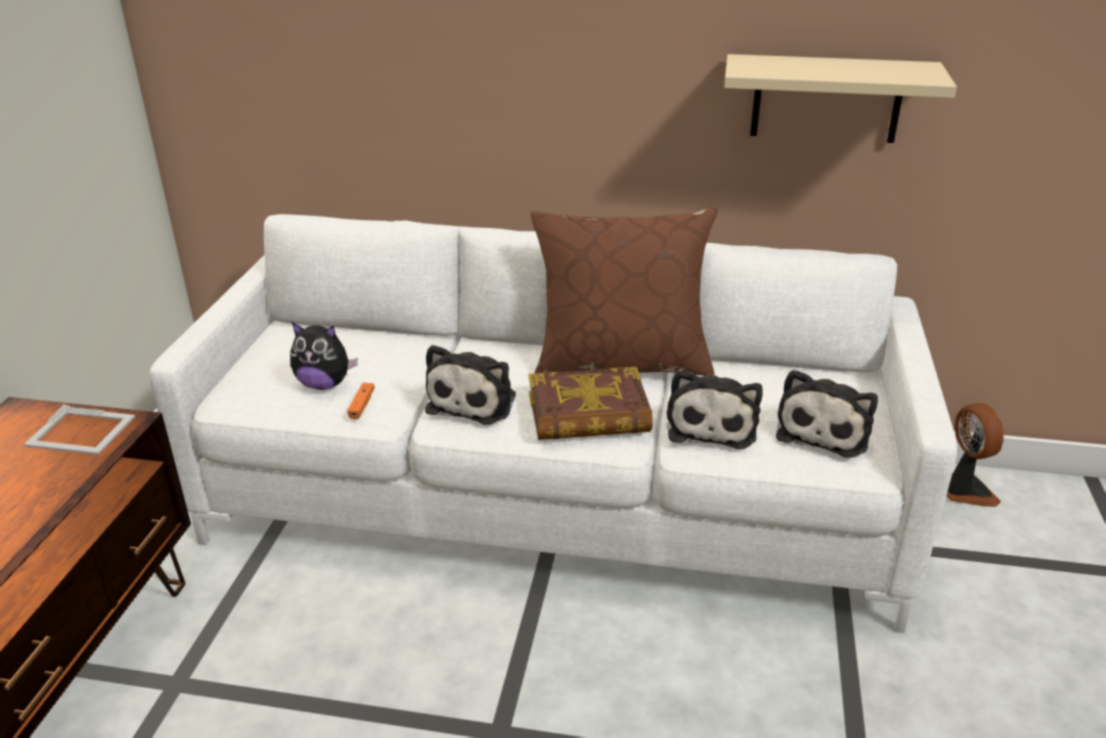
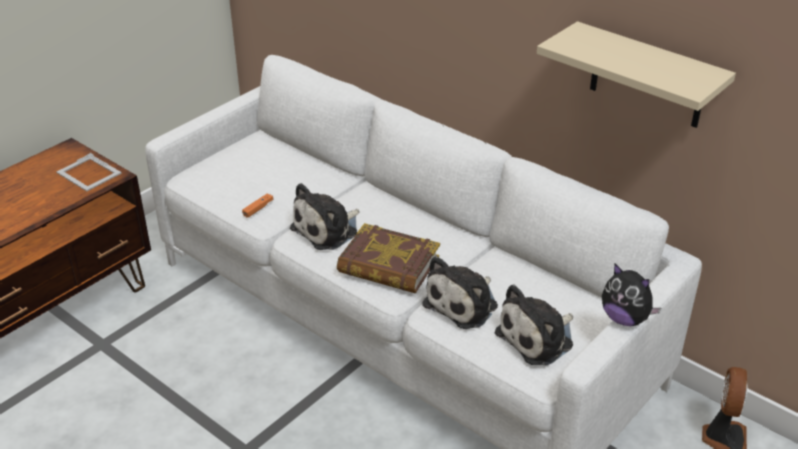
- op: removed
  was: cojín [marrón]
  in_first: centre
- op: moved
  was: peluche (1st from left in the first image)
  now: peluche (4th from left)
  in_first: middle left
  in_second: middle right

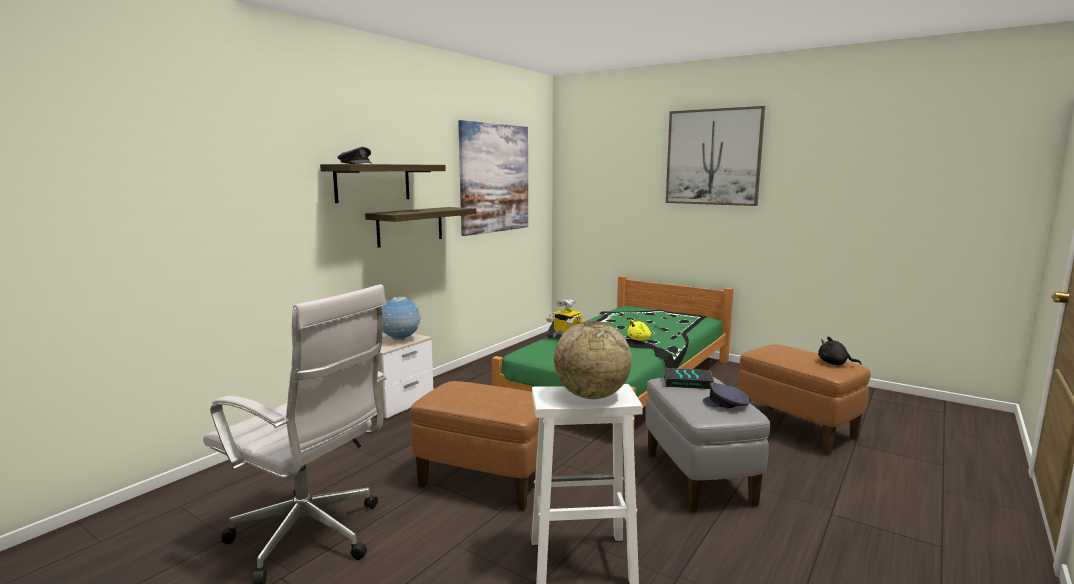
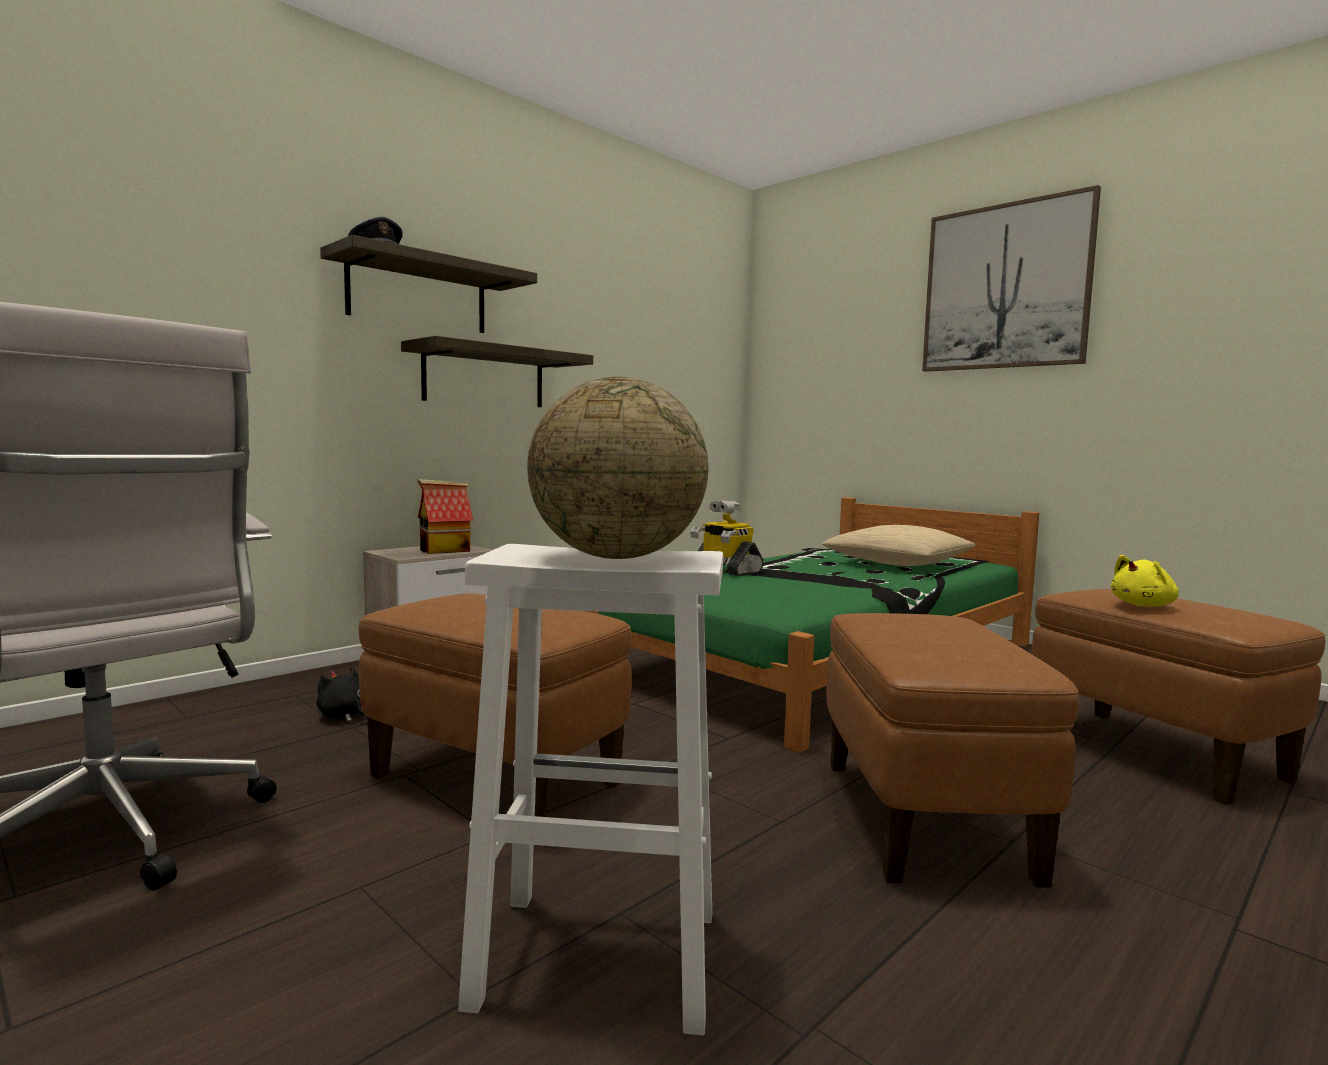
- op: removed
  was: cuadro (1st from left)
  in_first: top centre
- op: removed
  was: libro
  in_first: centre
- op: removed
  was: gorra [gris] (2nd from left)
  in_first: bottom right
- op: added
  now: cojín [beis]
  in_second: middle right
- op: moved
  was: peluche [amarillo]
  in_first: centre
  in_second: middle right
- op: moved
  was: peluche [negro]
  in_first: middle right
  in_second: middle left
- op: replaced
  was: globo terráqueo (1st from left)
  now: casita
  in_first: centre
  in_second: centre
- op: recoloured
  was: puf [gris]
  now: puf [marrón] (2nd from left)
  in_first: bottom centre
  in_second: bottom right

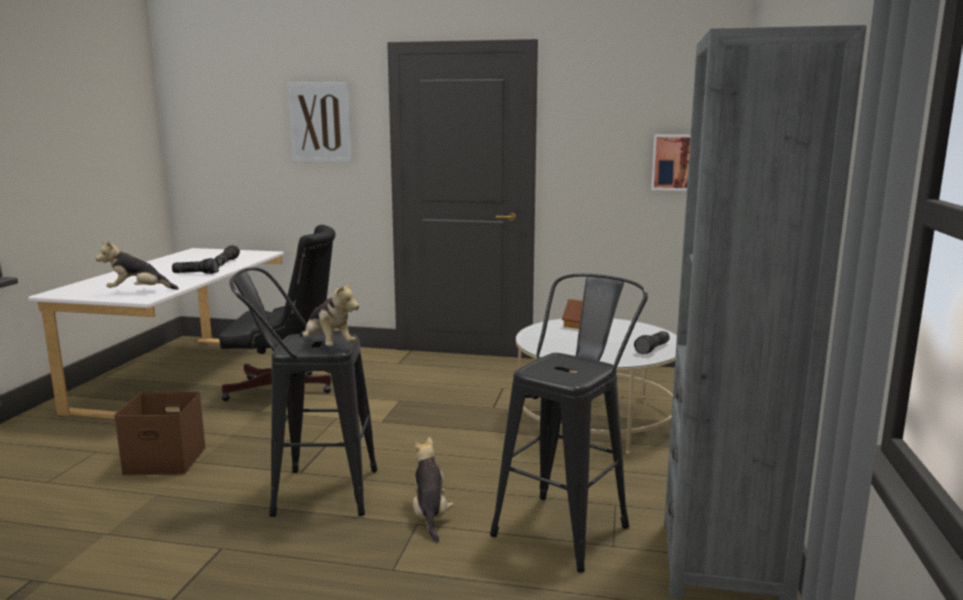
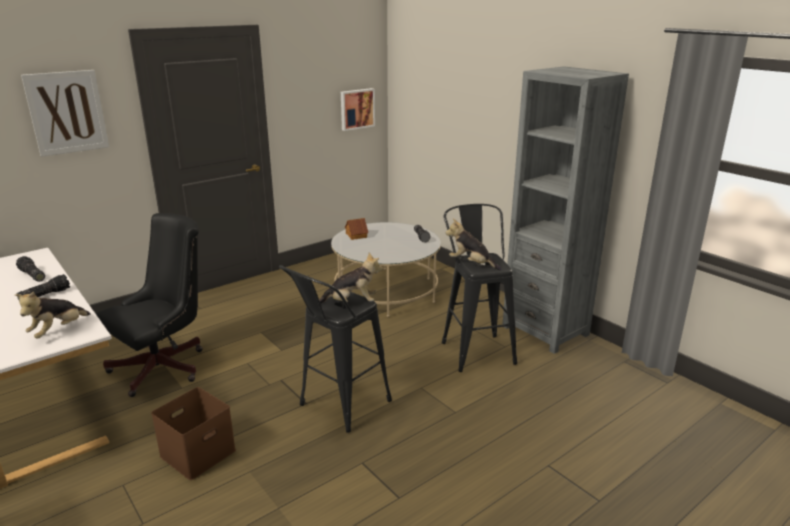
- op: moved
  was: peluche (3rd from left)
  in_first: bottom centre
  in_second: centre

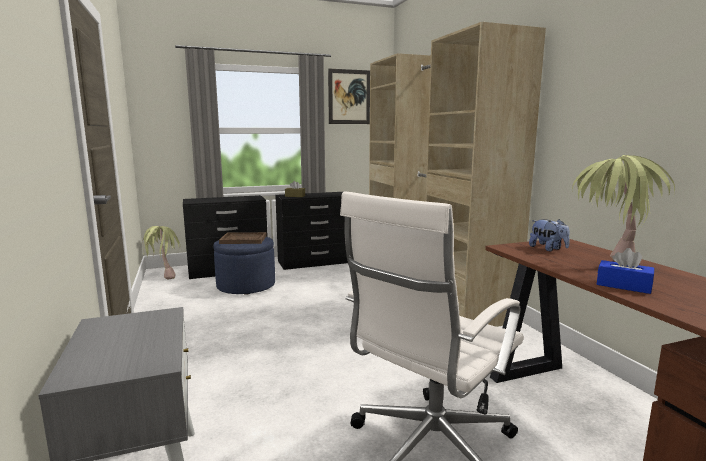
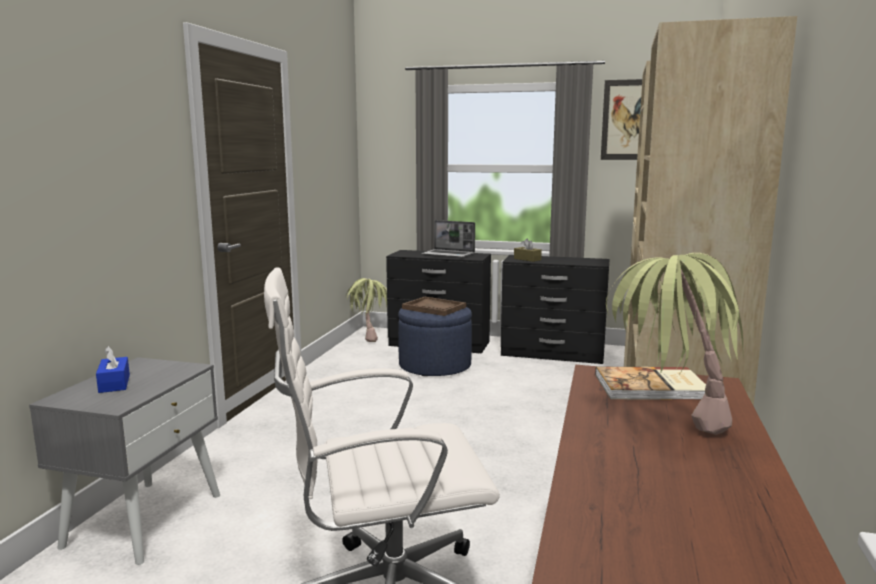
- op: added
  now: portátil
  in_second: centre
- op: moved
  was: caja de pañuelos [azul]
  in_first: middle right
  in_second: middle left
- op: replaced
  was: peluche
  now: libro
  in_first: middle right
  in_second: middle right

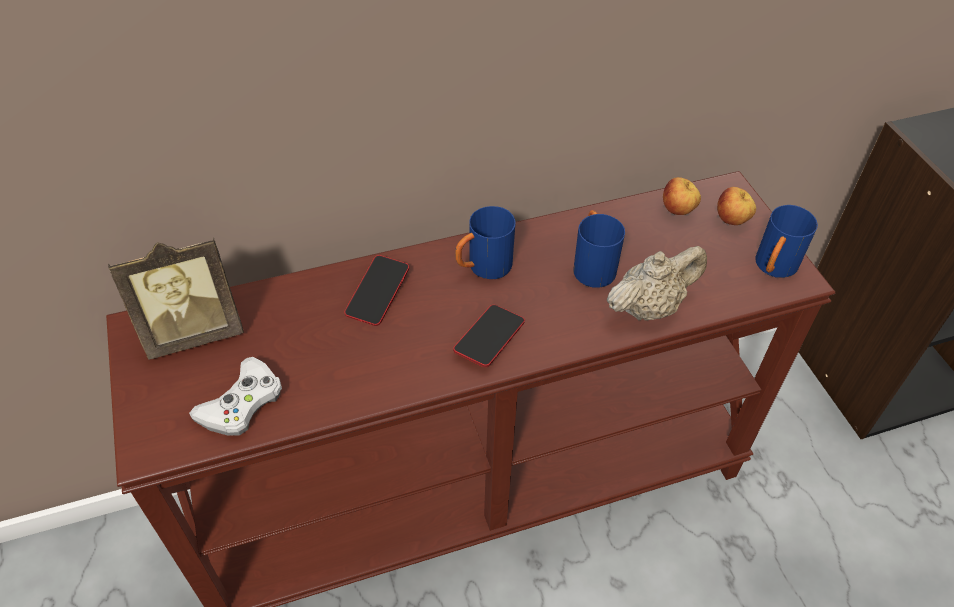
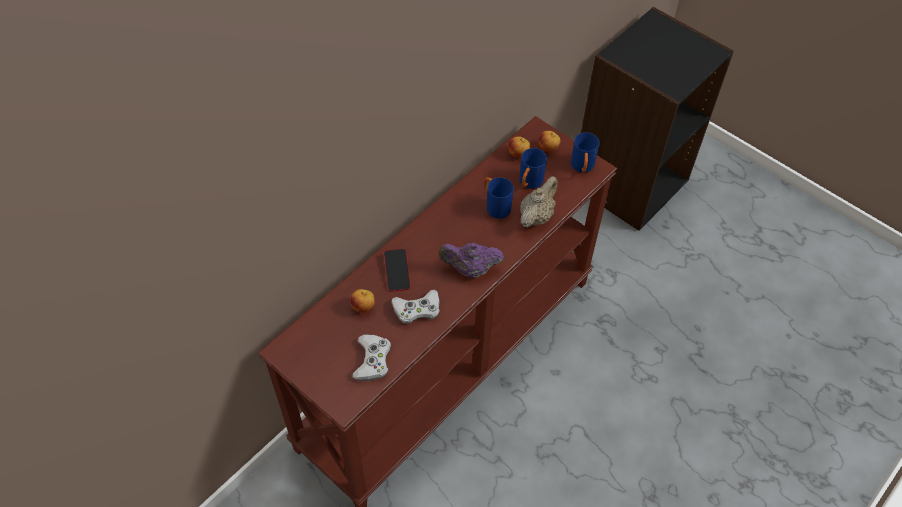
- op: removed
  was: portarretratos
  in_first: middle left
- op: added
  now: manzana (1st from left)
  in_second: centre
- op: added
  now: mando de consola [blanco] (2nd from left)
  in_second: centre
- op: moved
  was: taza grande [azul] (1st from left in the first image)
  now: taza grande [azul] (2nd from left)
  in_first: centre
  in_second: top centre
- op: replaced
  was: móvil (2nd from left)
  now: tetera [morado]
  in_first: centre
  in_second: centre

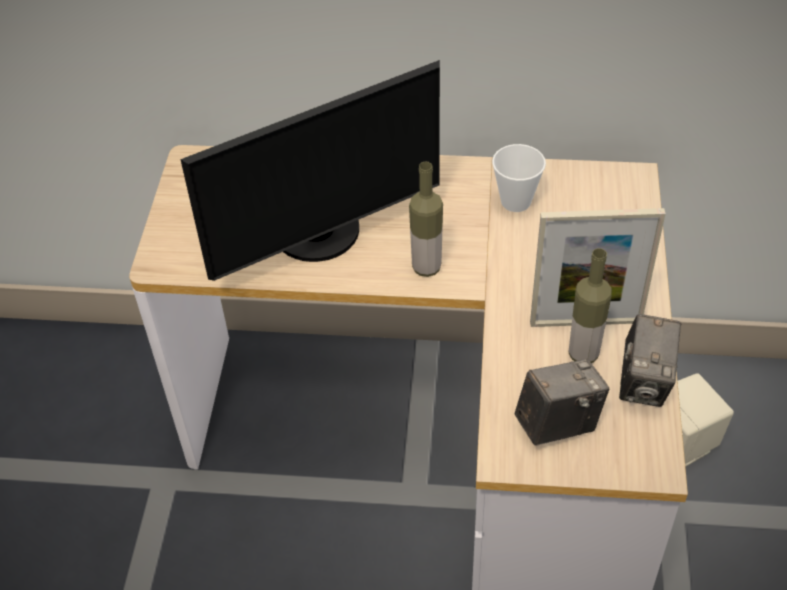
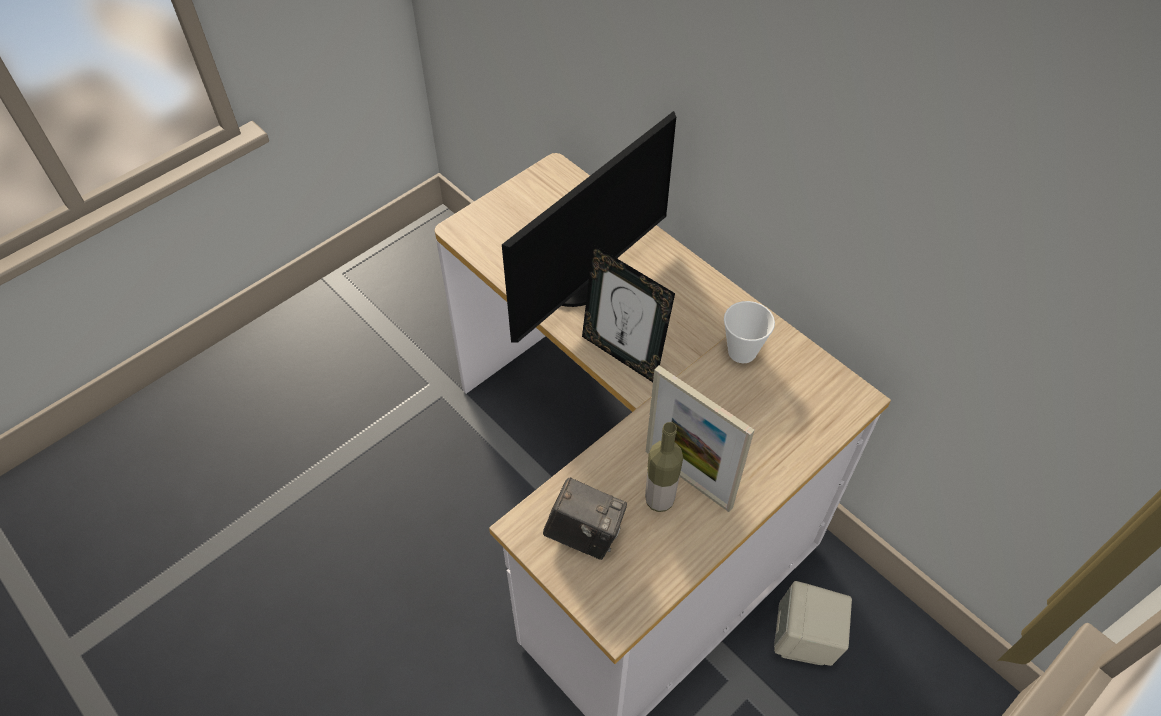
- op: removed
  was: cámara (2nd from left)
  in_first: middle right
- op: replaced
  was: botella (1st from left)
  now: portarretratos (1st from left)
  in_first: centre
  in_second: centre
- op: turned
  was: monitor
  in_first: top centre
  in_second: top centre
  clockwise: -60

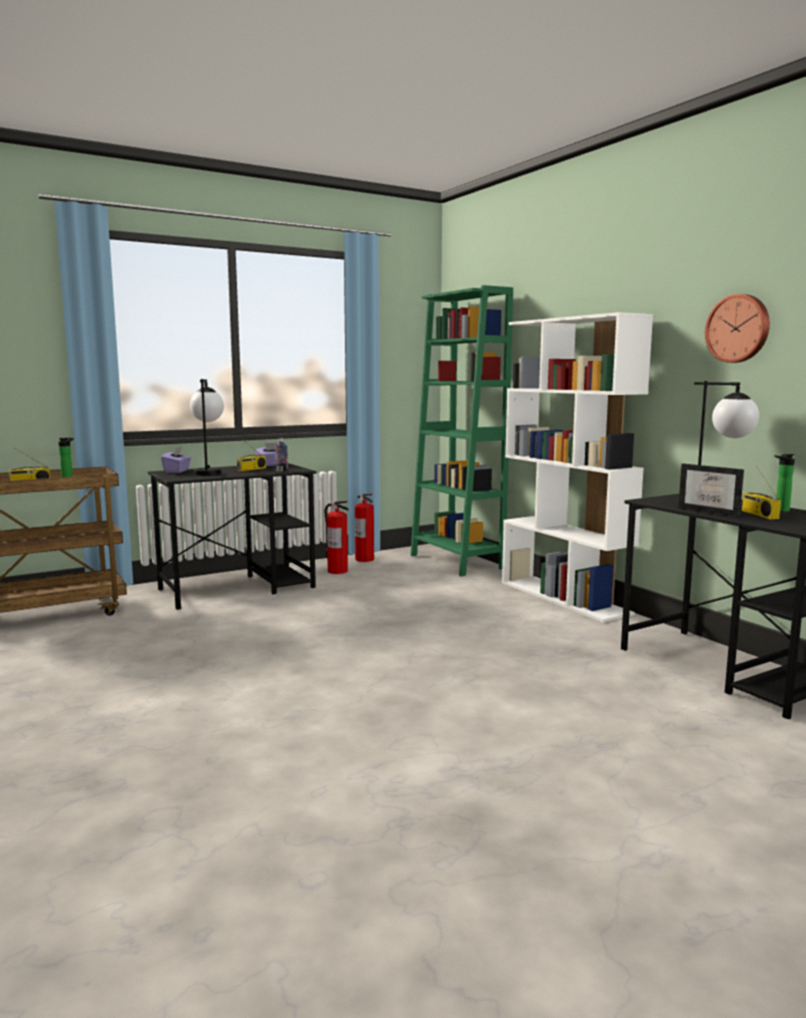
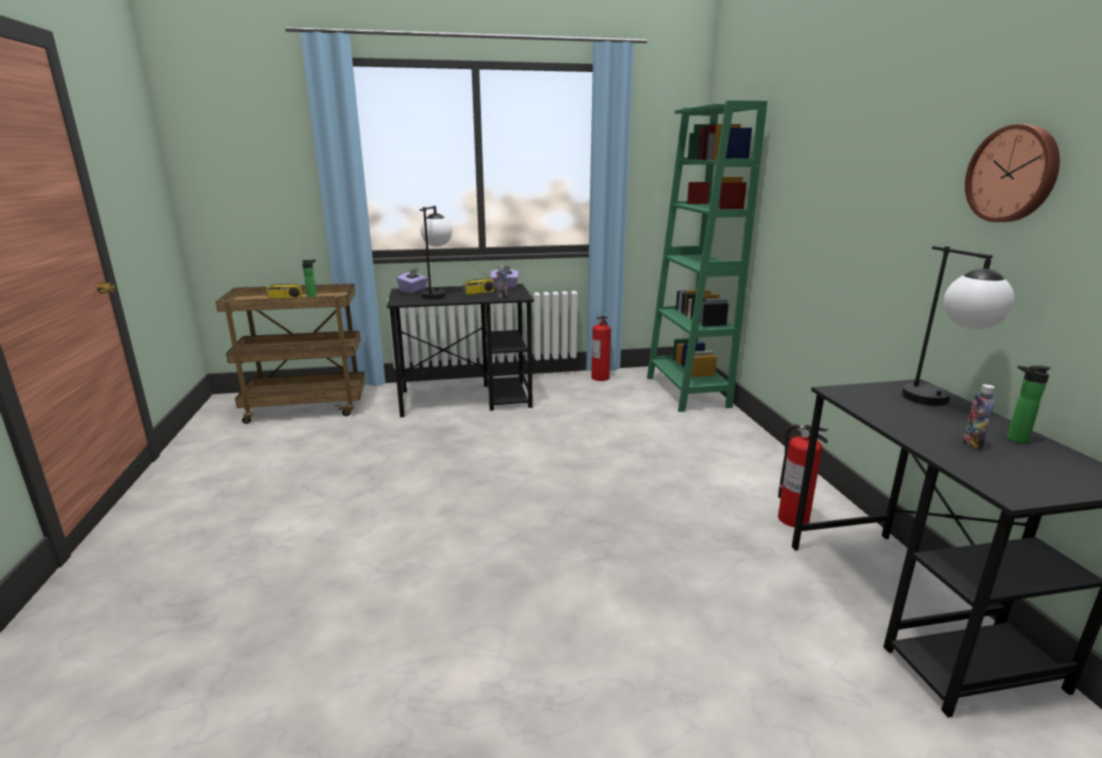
- op: removed
  was: estantería [blanco]
  in_first: middle right
- op: removed
  was: portarretratos
  in_first: middle right
- op: moved
  was: extintor (1st from left in the first image)
  now: extintor (2nd from left)
  in_first: centre
  in_second: middle right
- op: replaced
  was: radio (3rd from left)
  now: botella (3rd from left)
  in_first: middle right
  in_second: middle right

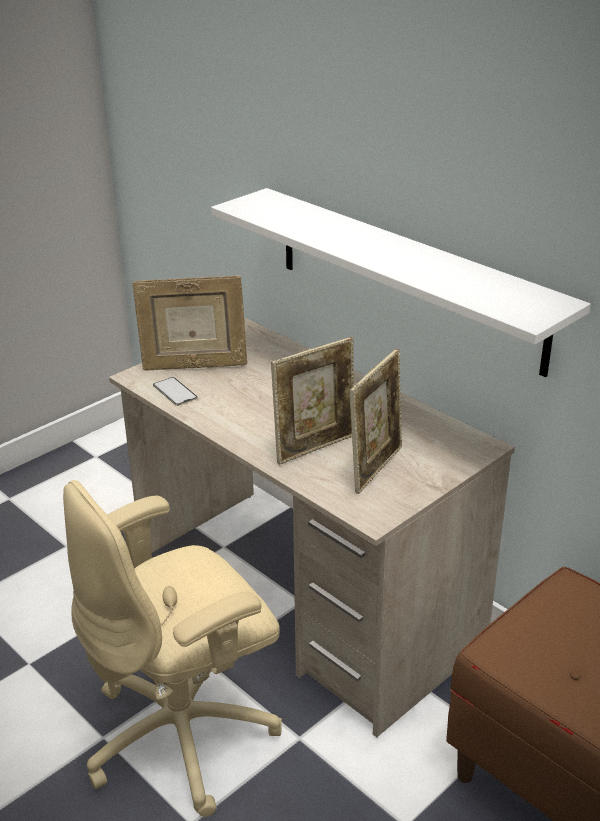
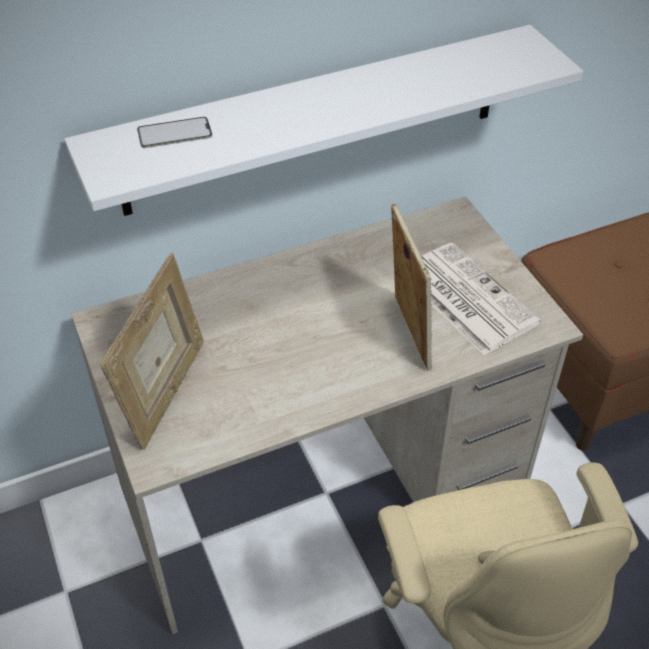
- op: moved
  was: móvil
  in_first: middle left
  in_second: top left
- op: replaced
  was: portarretratos (3rd from left)
  now: periódico
  in_first: centre
  in_second: middle right

